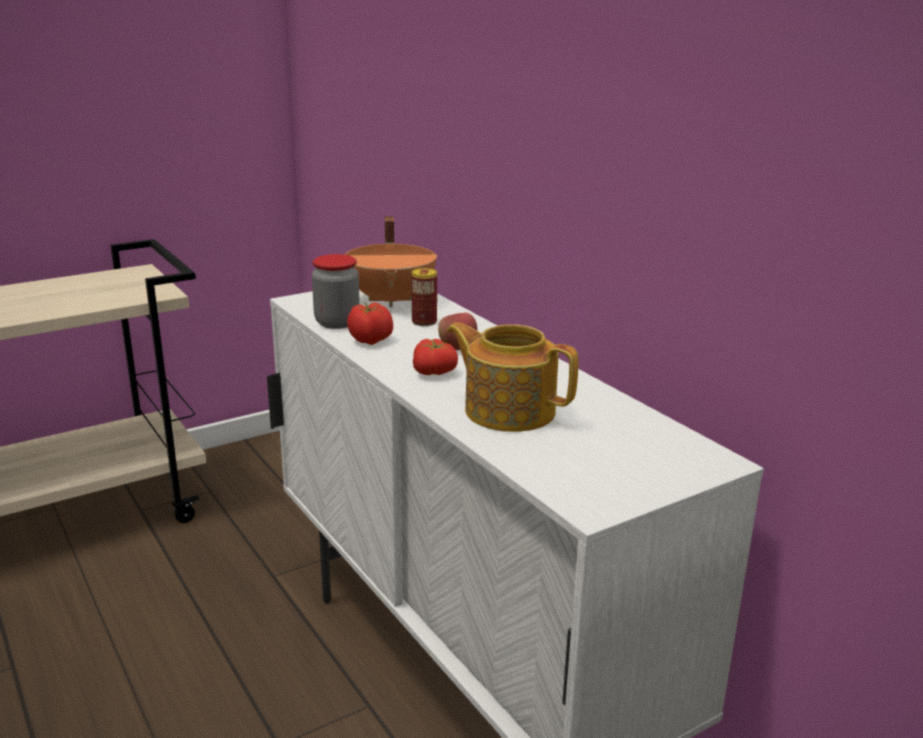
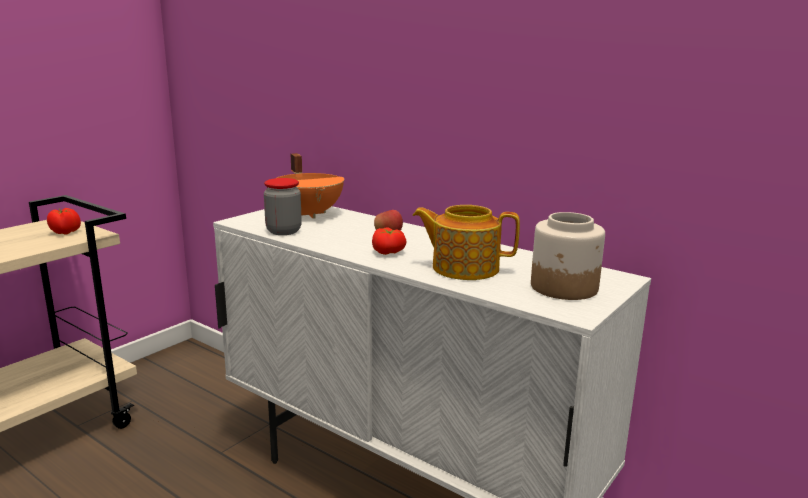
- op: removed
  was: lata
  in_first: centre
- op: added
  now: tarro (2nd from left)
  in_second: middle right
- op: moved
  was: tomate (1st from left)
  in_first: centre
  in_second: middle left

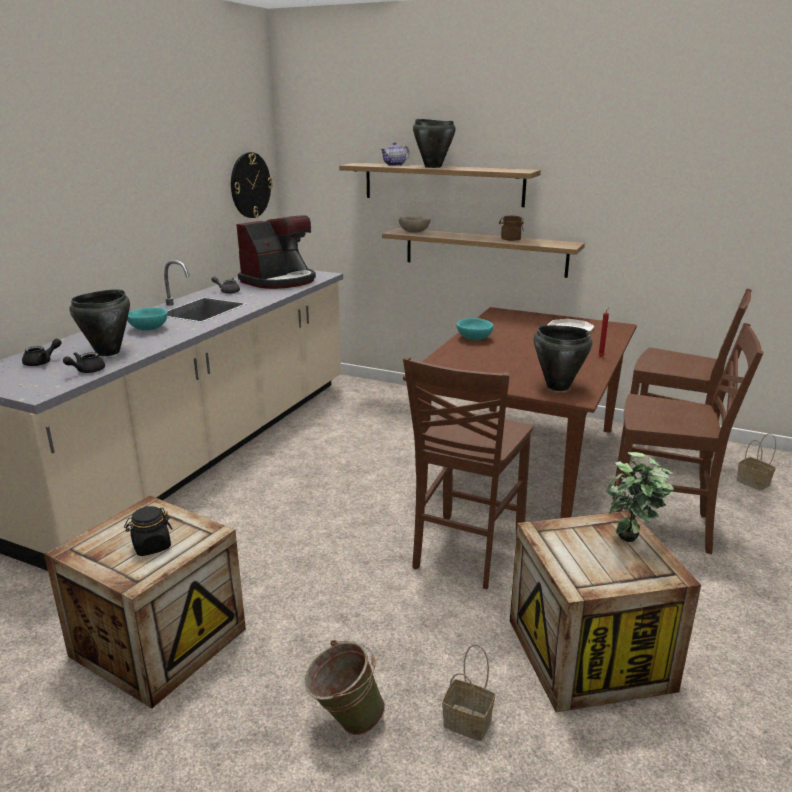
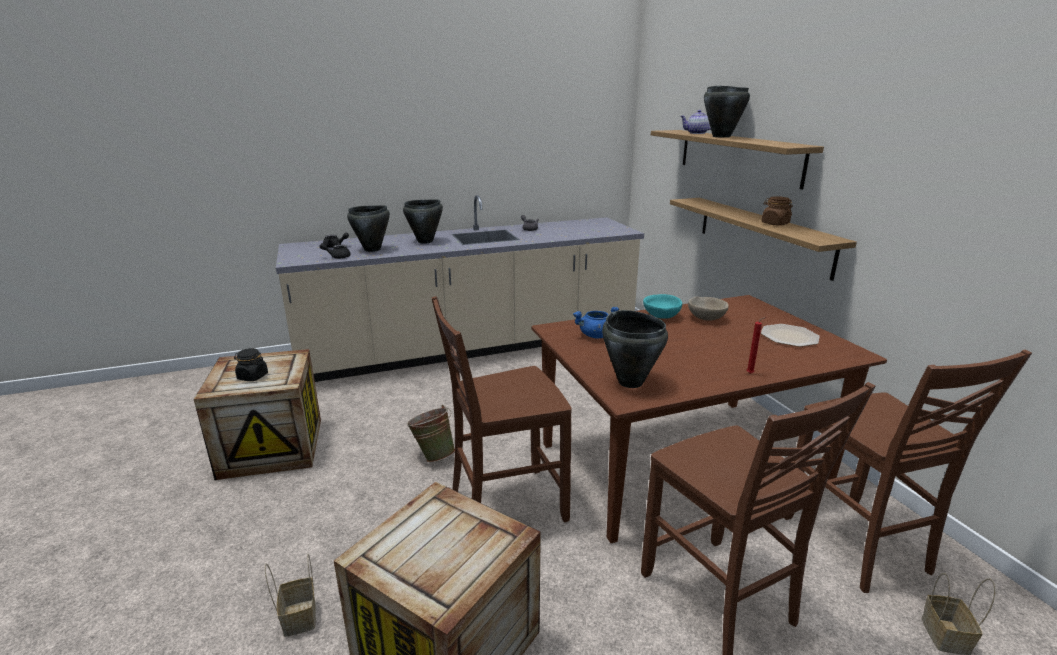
- op: removed
  was: reloj de pared
  in_first: top left
- op: removed
  was: cafetera
  in_first: top centre
- op: removed
  was: planta en maceta
  in_first: middle right
- op: added
  now: olla [azul]
  in_second: centre
- op: moved
  was: cubo [verde]
  in_first: bottom centre
  in_second: centre
- op: moved
  was: cuenco [beis]
  in_first: top centre
  in_second: middle right
- op: replaced
  was: cuenco [turquesa] (1st from left)
  now: olla [negro] (2nd from left)
  in_first: middle left
  in_second: centre

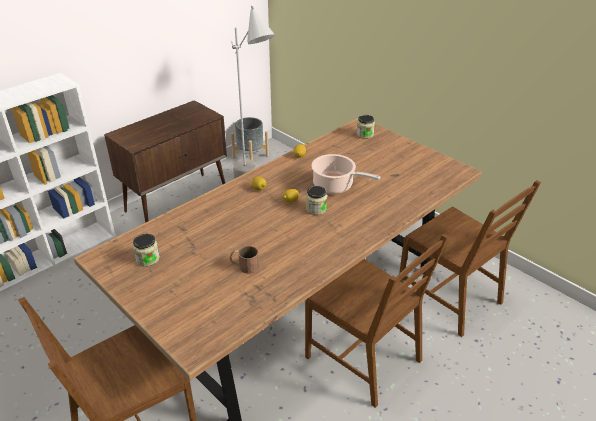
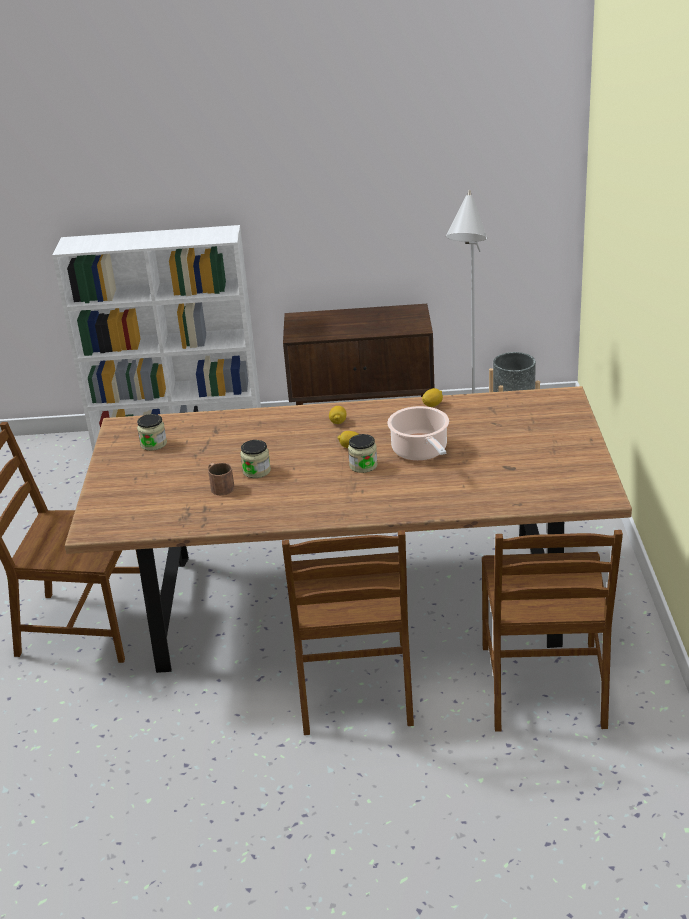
- op: moved
  was: tarro (3rd from left in the first image)
  now: tarro (2nd from left)
  in_first: top centre
  in_second: centre

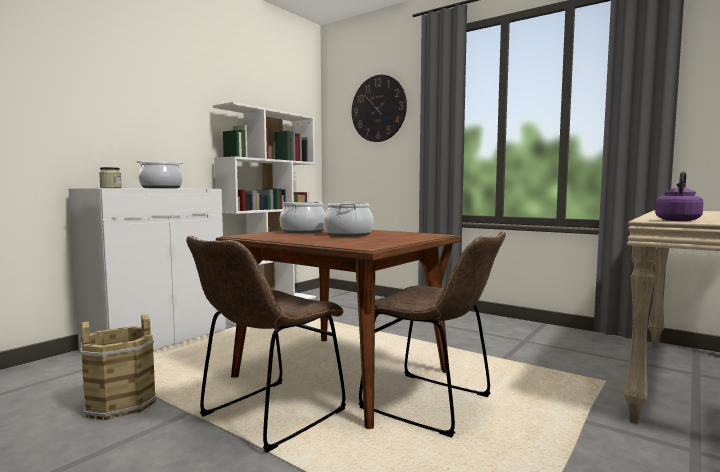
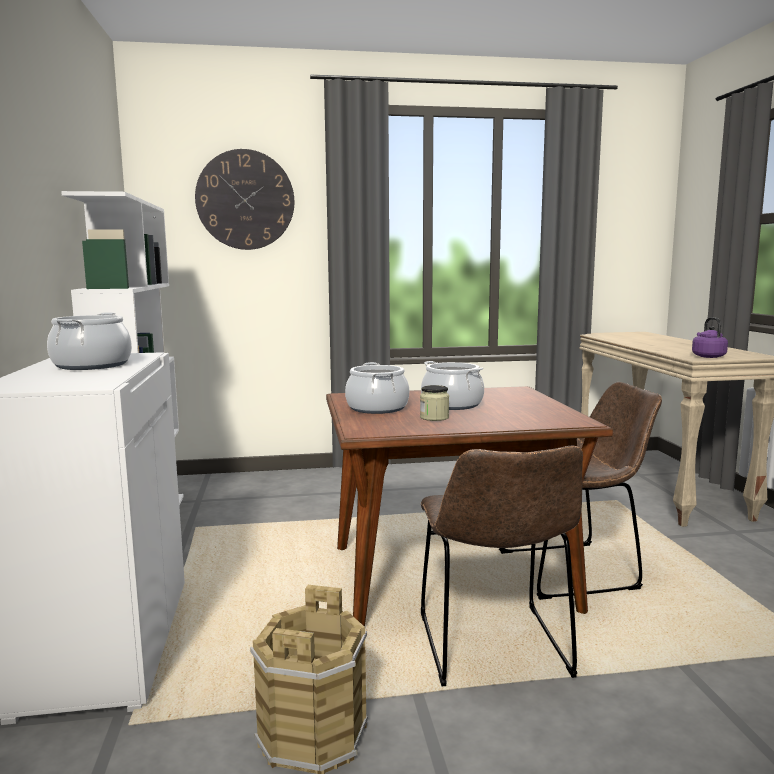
- op: moved
  was: tarro
  in_first: middle left
  in_second: centre

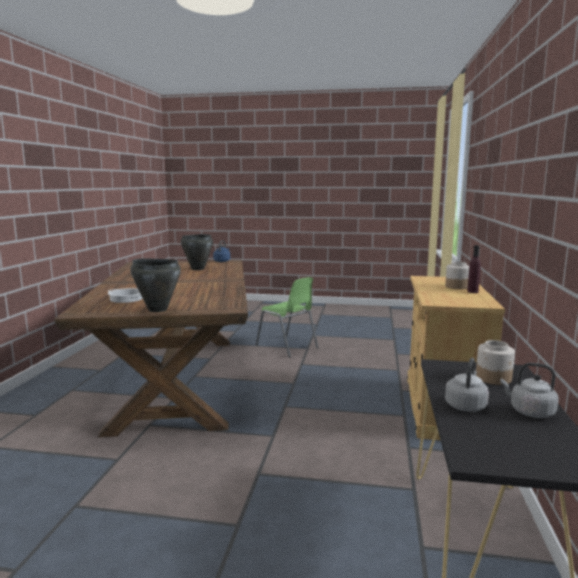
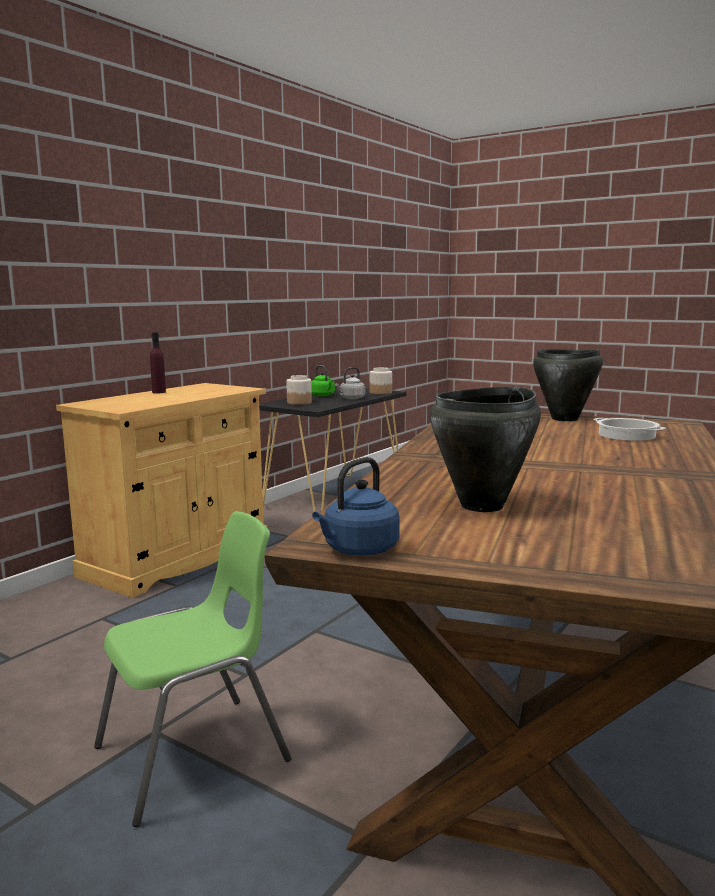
- op: moved
  was: tarro (1st from left in the first image)
  now: tarro (2nd from left)
  in_first: middle right
  in_second: centre
- op: recoloured
  was: hervidor [gris] (2nd from left)
  now: hervidor [verde]
  in_first: bottom right
  in_second: centre
- op: turned
  was: silla [verde]
  in_first: centre
  in_second: bottom left
  clockwise: 75

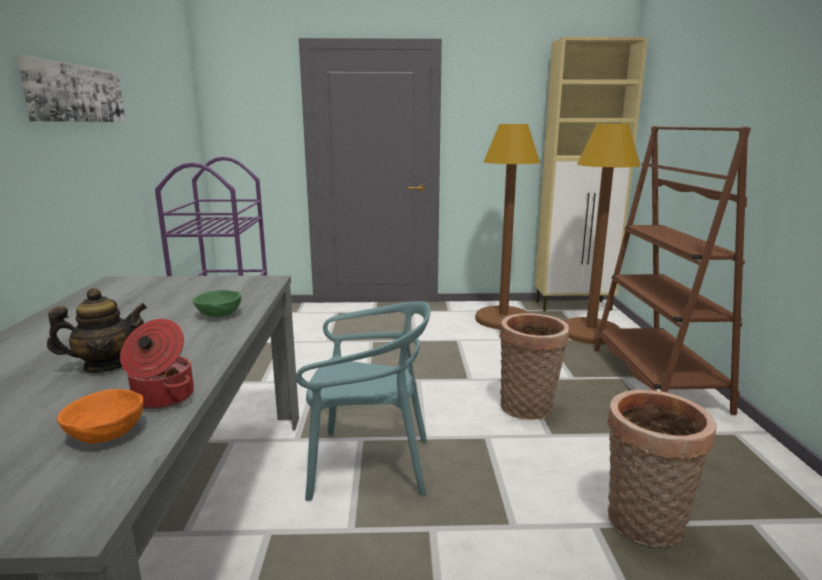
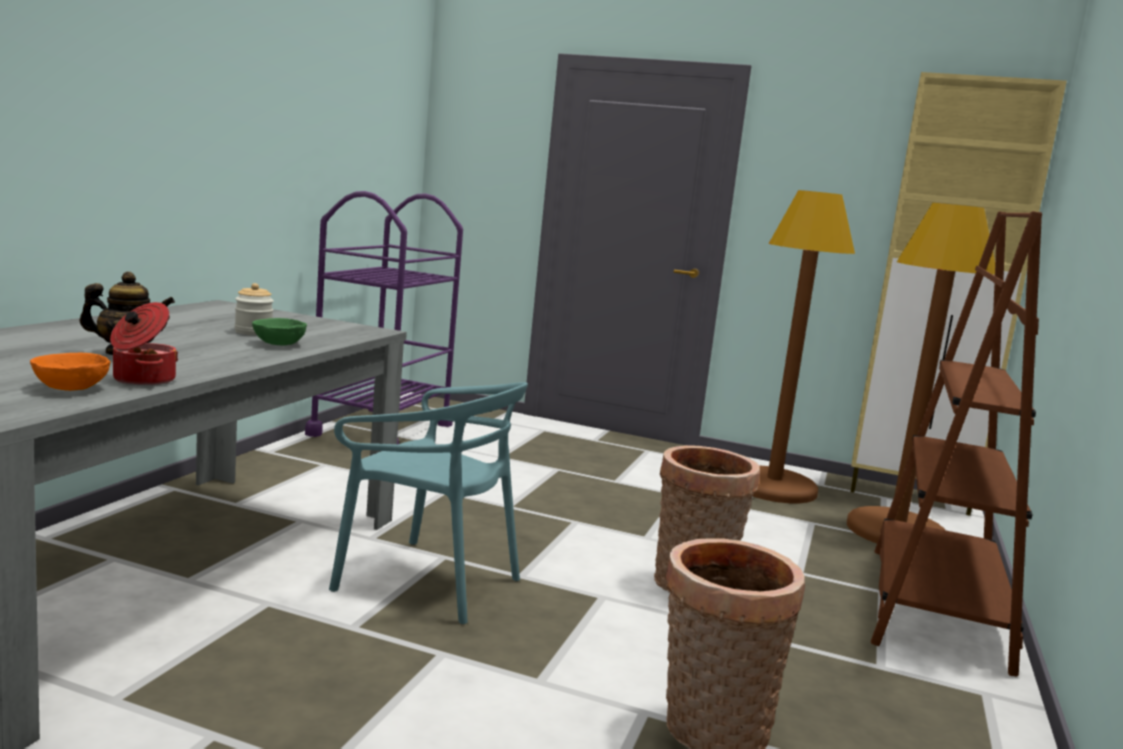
- op: removed
  was: cuadro
  in_first: top left
- op: added
  now: tarro
  in_second: middle left

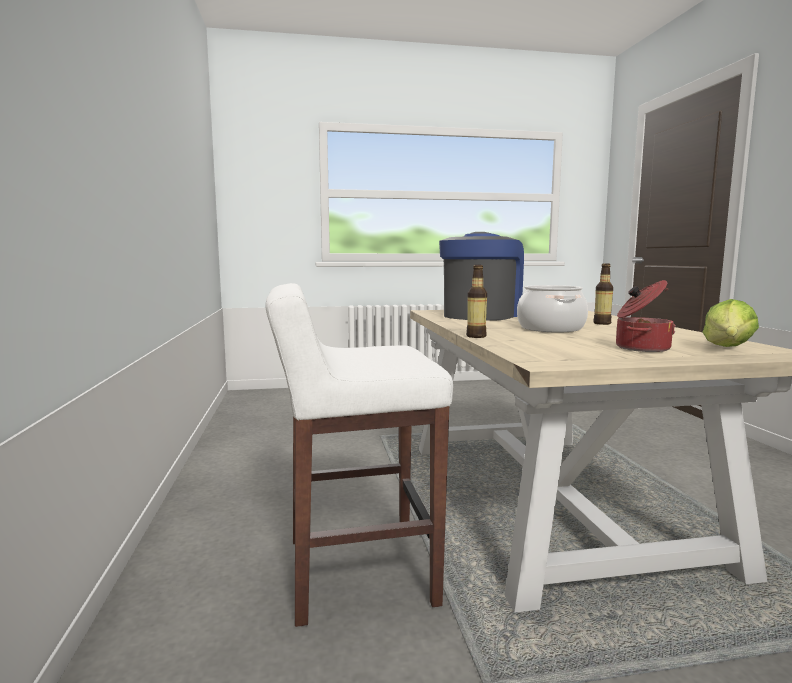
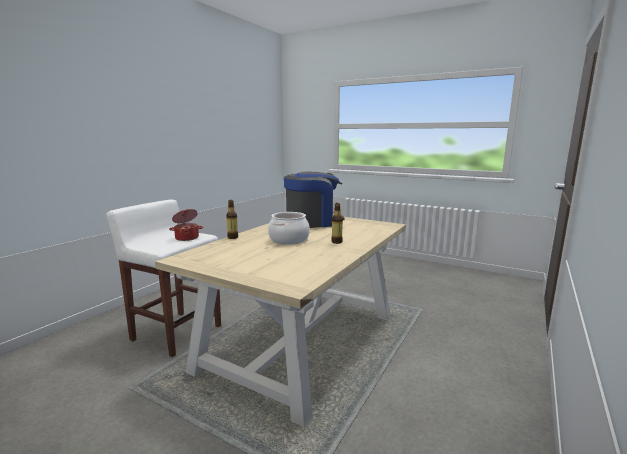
- op: removed
  was: lechuga
  in_first: middle right
- op: moved
  was: olla (2nd from left in the first image)
  now: olla (1st from left)
  in_first: middle right
  in_second: middle left

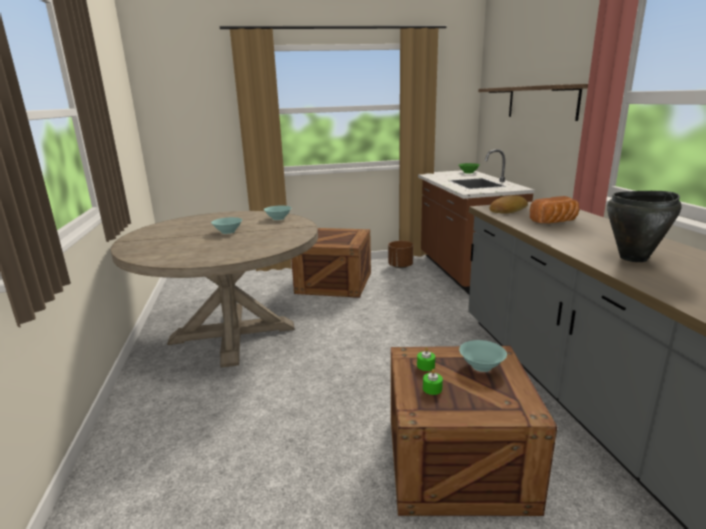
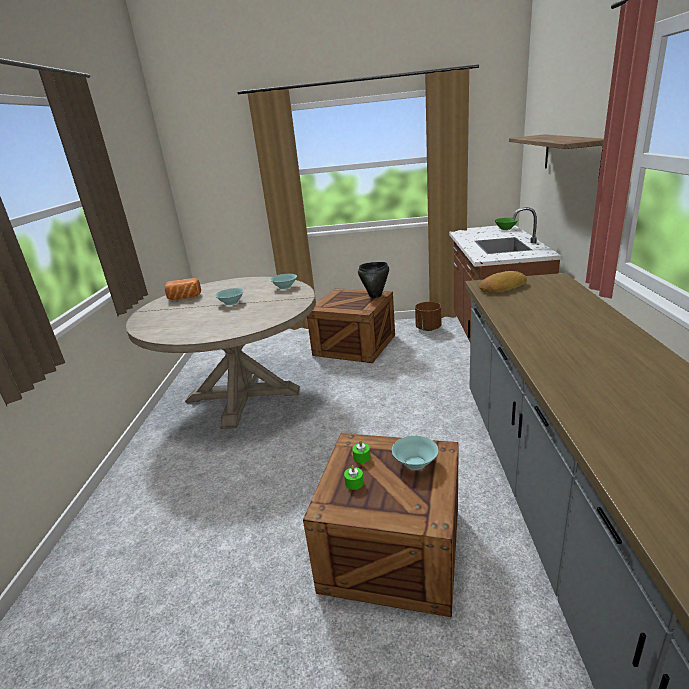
- op: moved
  was: pan (2nd from left in the first image)
  now: pan (1st from left)
  in_first: middle right
  in_second: middle left
- op: moved
  was: olla [negro]
  in_first: middle right
  in_second: centre

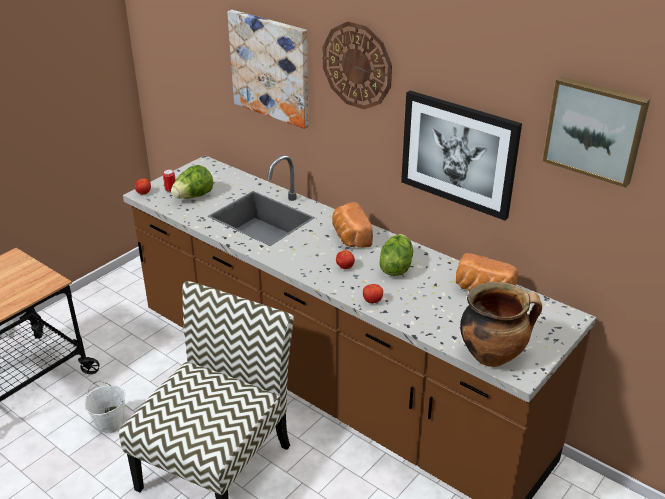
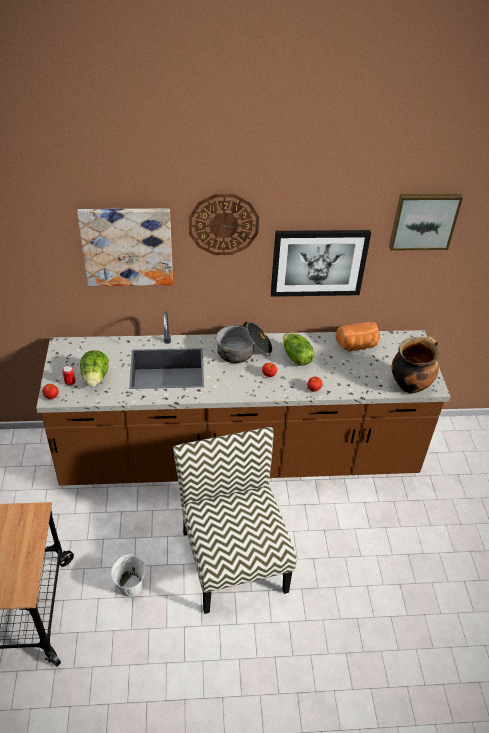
- op: replaced
  was: pan (1st from left)
  now: olla (1st from left)
  in_first: centre
  in_second: centre

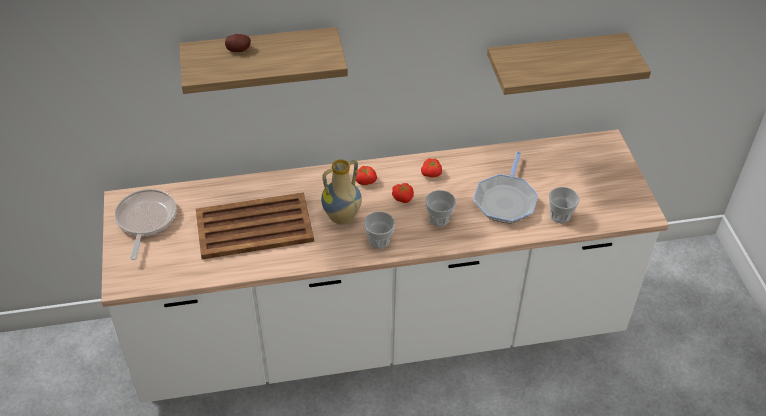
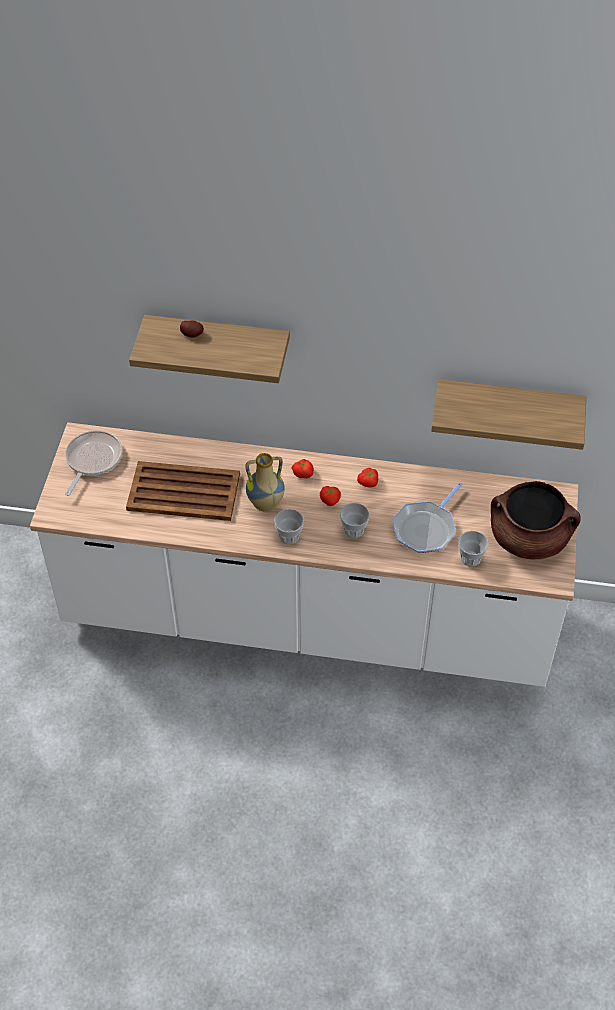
- op: added
  now: olla [marrón]
  in_second: middle right

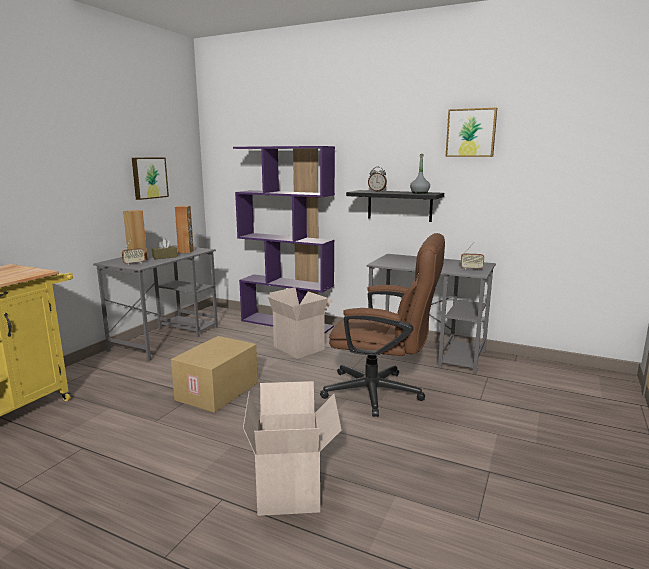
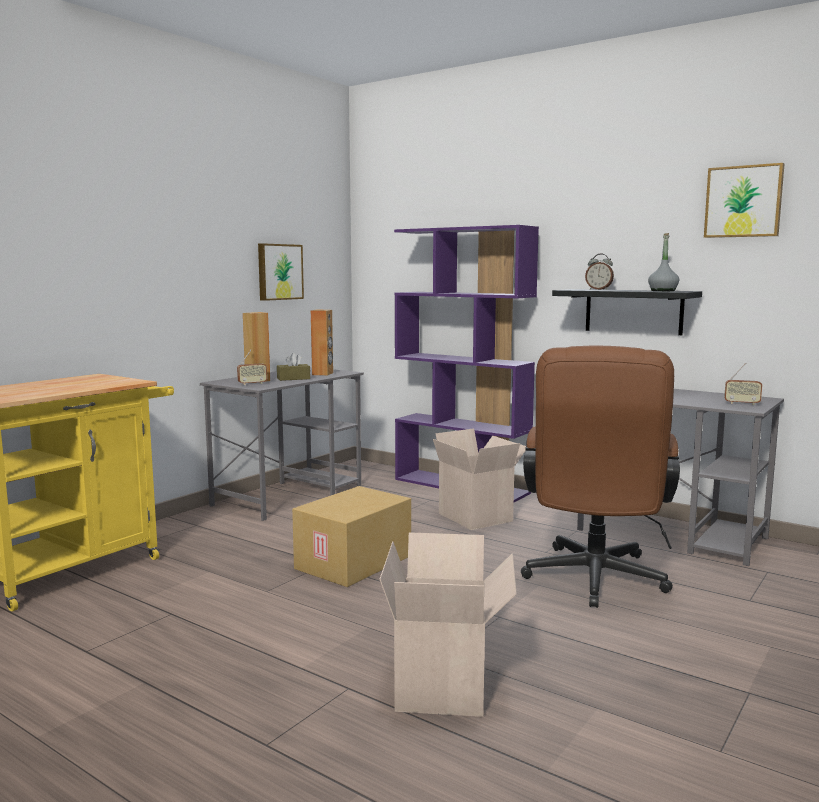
- op: turned
  was: silla de oficina [marrón]
  in_first: centre
  in_second: middle right
  clockwise: 75

